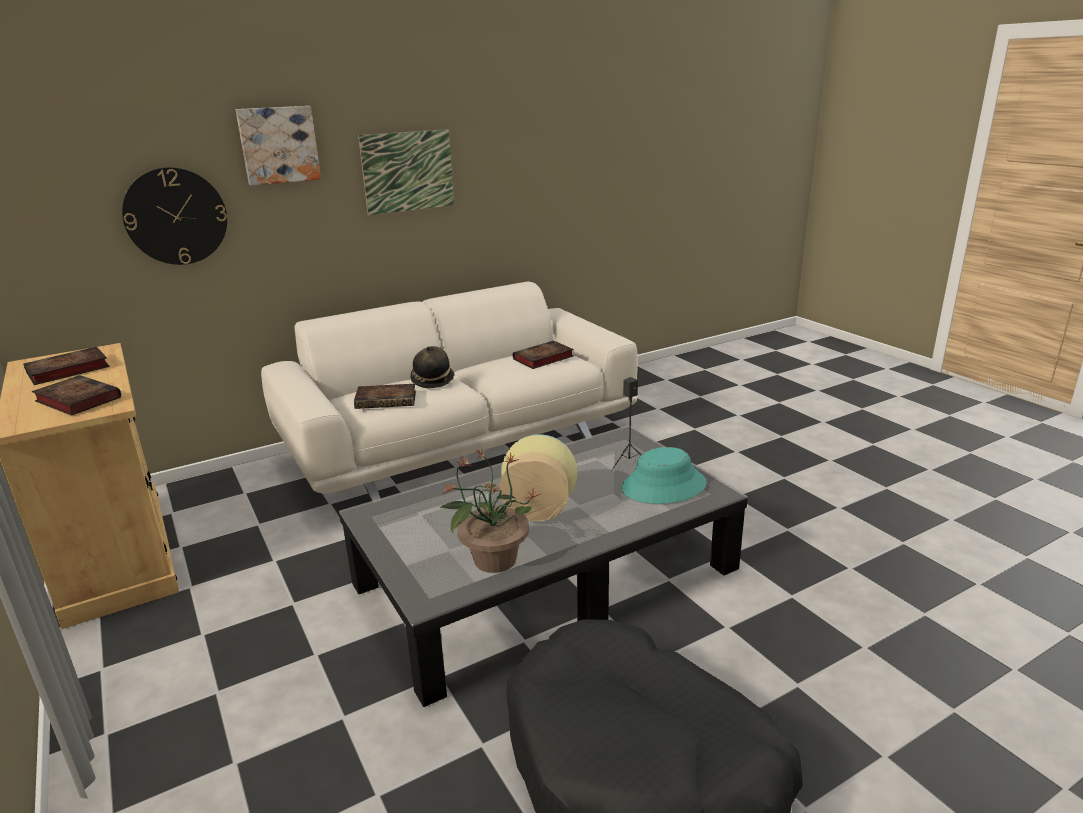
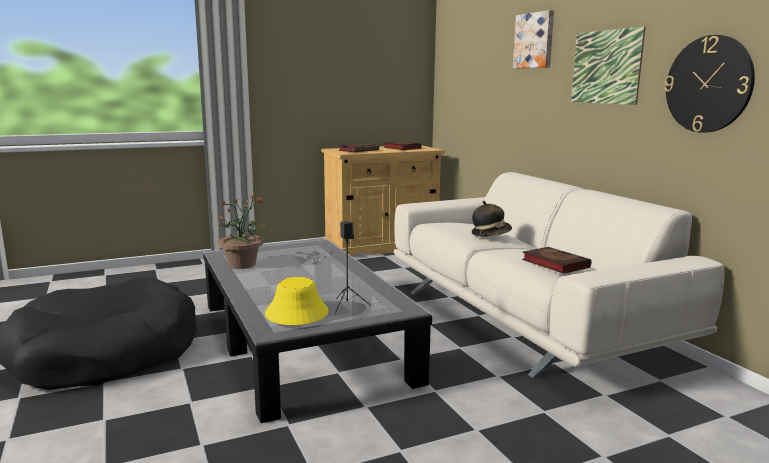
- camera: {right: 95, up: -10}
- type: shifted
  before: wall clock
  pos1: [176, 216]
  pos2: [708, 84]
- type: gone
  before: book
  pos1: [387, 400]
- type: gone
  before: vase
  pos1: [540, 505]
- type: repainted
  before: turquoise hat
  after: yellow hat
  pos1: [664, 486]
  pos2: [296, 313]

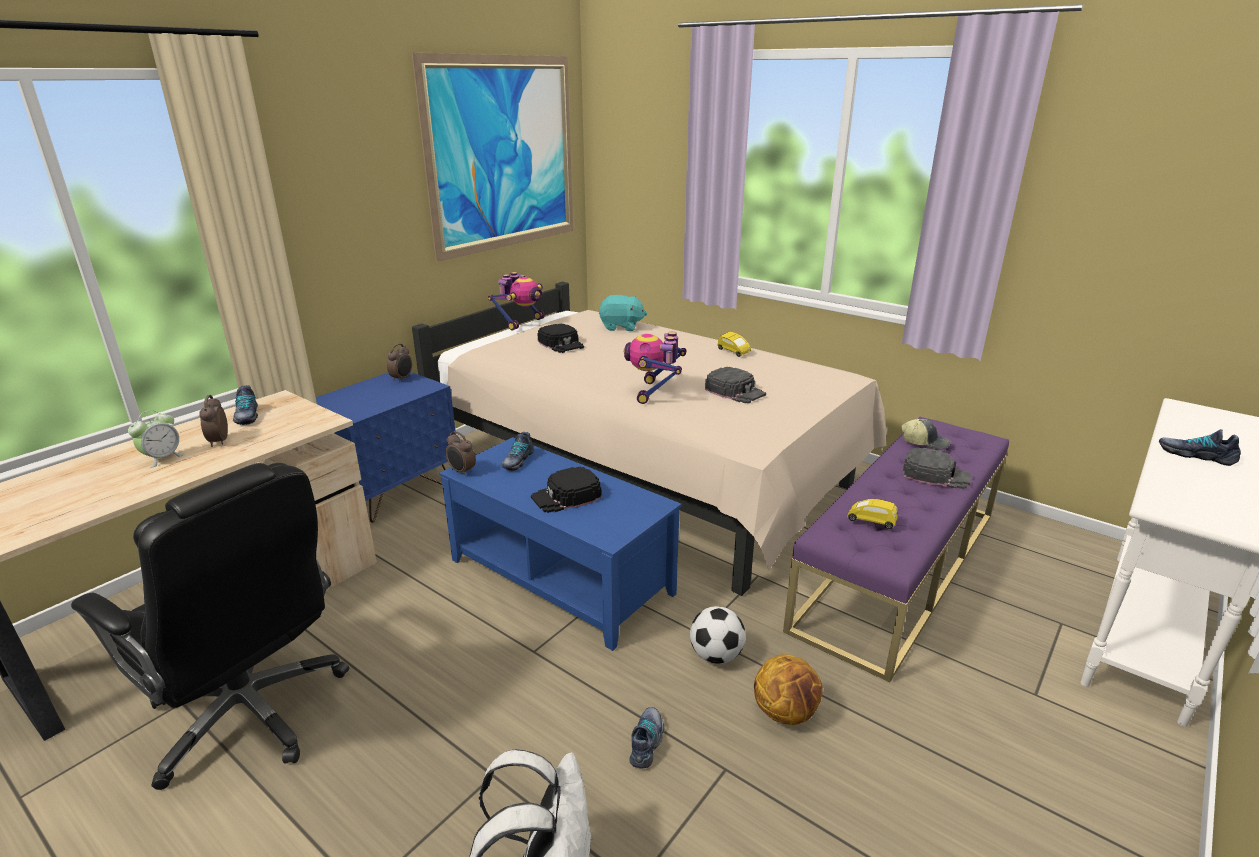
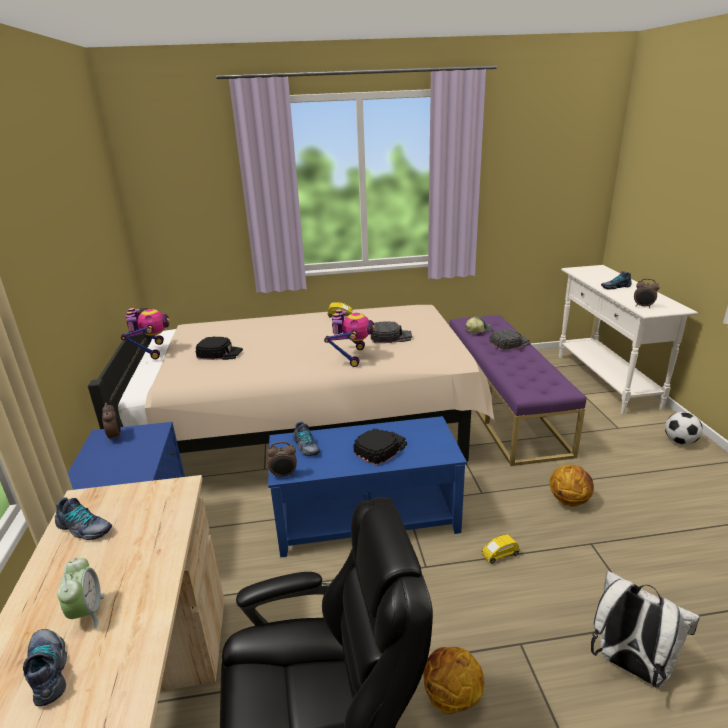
- camera: {right: -45, up: 0}
- type: shifted
  before: alarm clock
  pos1: [218, 442]
  pos2: [643, 306]
- type: gone
  before: picture
  pos1: [503, 154]
- type: rotated
  before: black cap
  pos1: [566, 496]
  pos2: [380, 448]
  turn: -150
- type: gone
  before: turquoise plush toy
  pos1: [621, 327]
- type: rotated
  before: toy robot
  pos1: [654, 392]
  pos2: [351, 356]
  turn: -135
- type: shifted
  before: shoe
  pos1: [647, 742]
  pos2: [49, 669]
- type: shifted
  before: football
  pos1: [716, 656]
  pos2: [680, 442]
- type: shifted
  before: yellow toy car
  pos1: [871, 522]
  pos2: [499, 555]
- type: new
  after: basketball
  pos2: [451, 697]

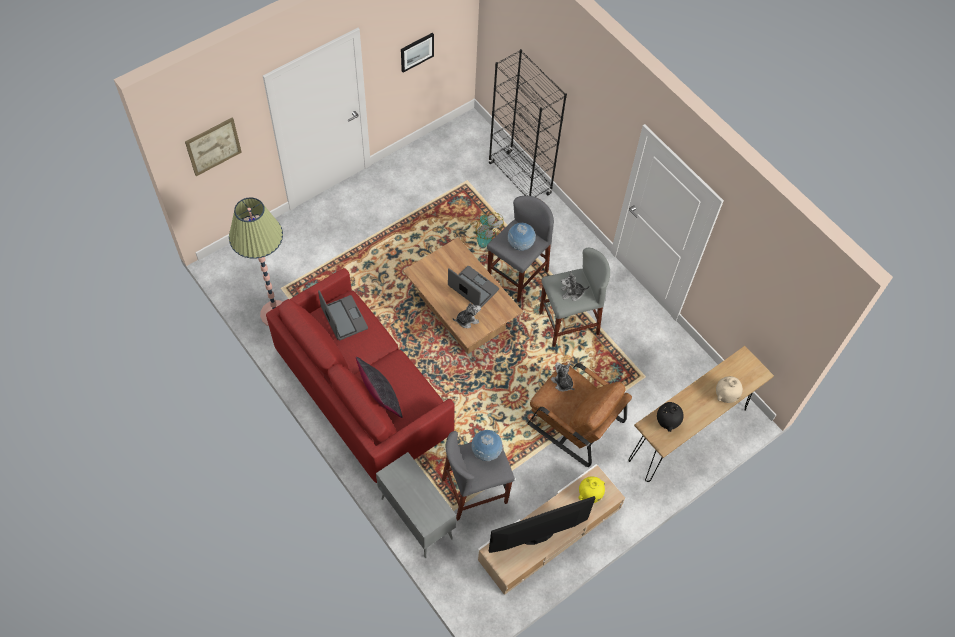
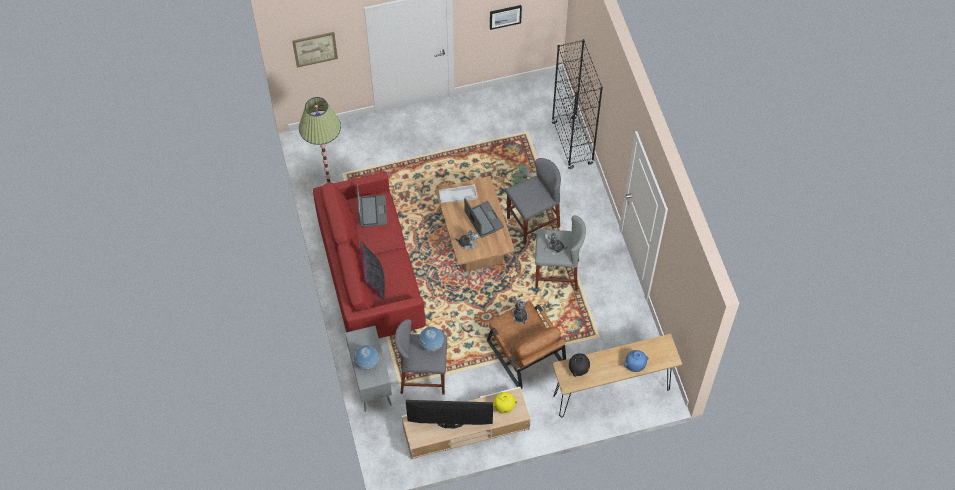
- camera: {right: 25, up: 0}
- type: shifted
  before: globe
  pos1: [520, 245]
  pos2: [367, 363]
- type: repainted
  before: beige vase
  after: blue vase
  pos1: [725, 396]
  pos2: [634, 366]
- type: new
  after: white tray
  pos2: [458, 195]

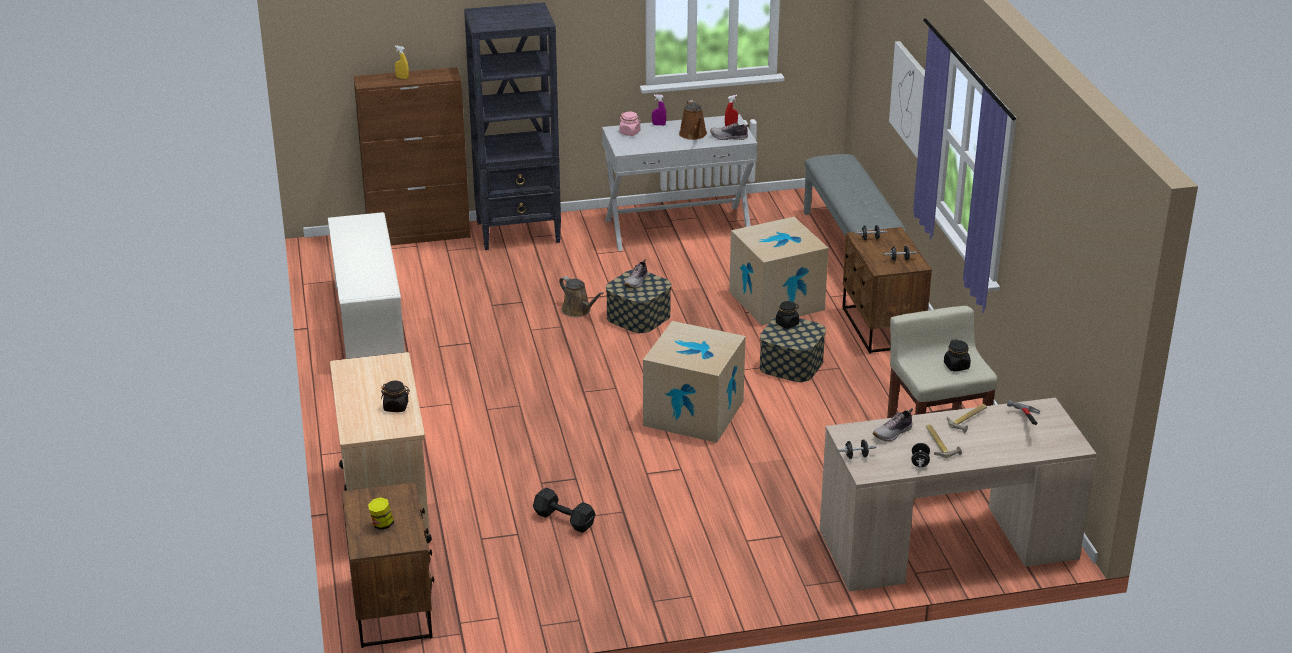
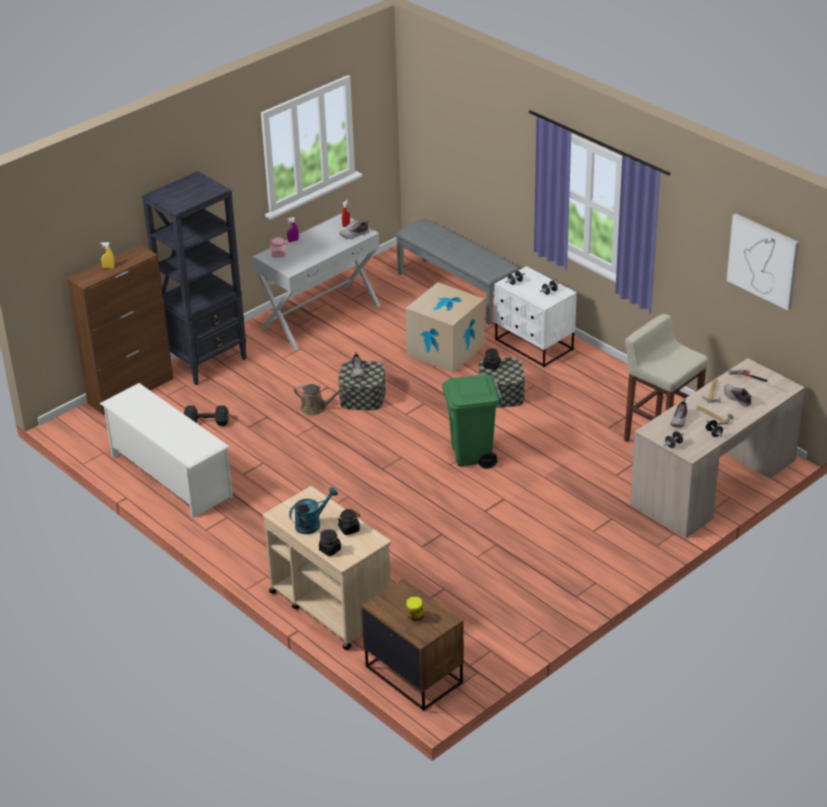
- camera: {right: -30, up: 5}
- type: shifted
  before: black dumbbell
  pos1: [563, 519]
  pos2: [206, 422]
- type: swapped
  before: cardboard box
  after: green trash can
  pos1: [693, 413]
  pos2: [472, 455]
- type: gone
  before: brown watering can
  pos1: [693, 135]
- type: repainted
  before: brown nightstand
  after: white nightstand
  pos1: [881, 328]
  pos2: [534, 345]
- type: shifted
  before: picture
  pos1: [911, 99]
  pos2: [763, 260]
- type: shifted
  before: black jar
  pos1: [956, 366]
  pos2: [330, 550]
- type: new
  after: turquoise watering can
  pos2: [312, 524]
- type: new
  after: shoe
  pos2: [737, 398]

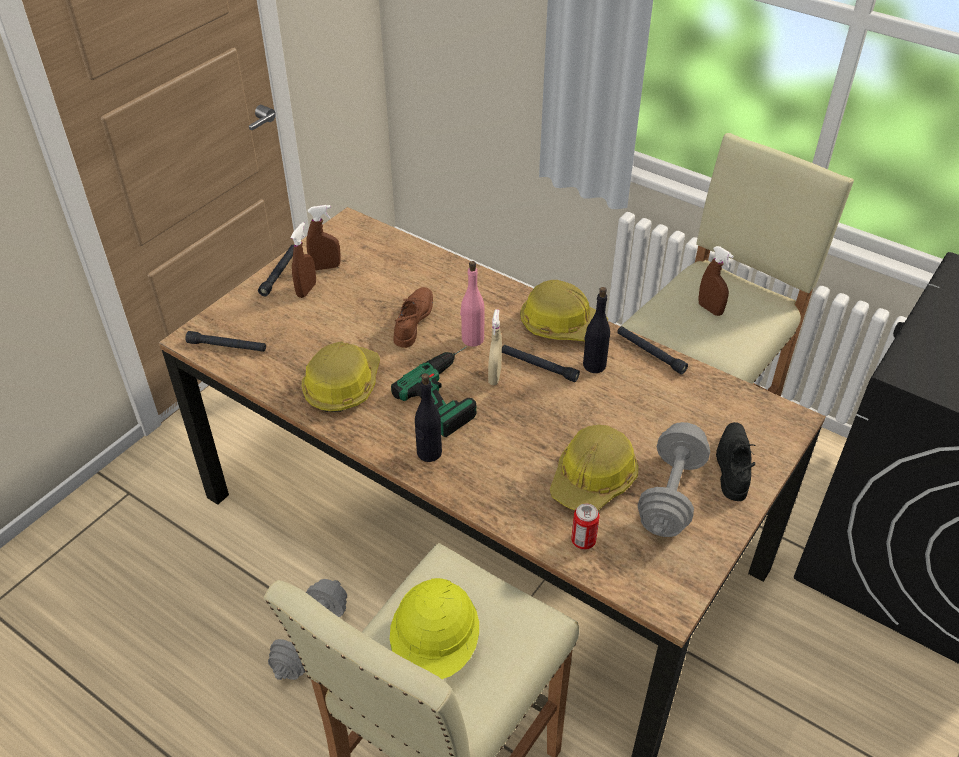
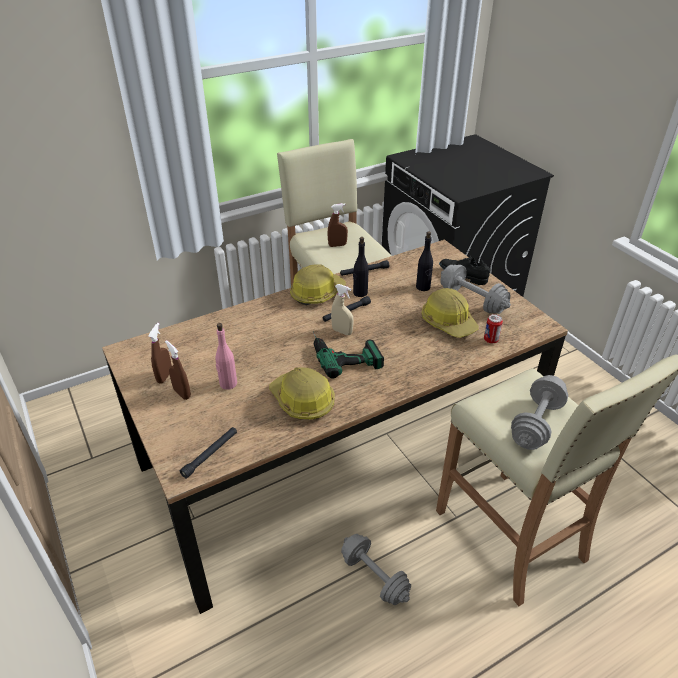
- camera: {right: -65, up: -5}
- type: gone
  before: black flashlight
  pos1: [279, 273]
- type: swapped
  before: yellow hard hat
  after: grey dumbbell
  pos1: [436, 645]
  pos2: [536, 424]
- type: gone
  before: brown shoe
  pos1: [413, 322]
- type: shifted
  before: black bottle
  pos1: [429, 453]
  pos2: [423, 287]
- type: shifted
  before: pink bottle
  pos1: [472, 339]
  pos2: [228, 384]

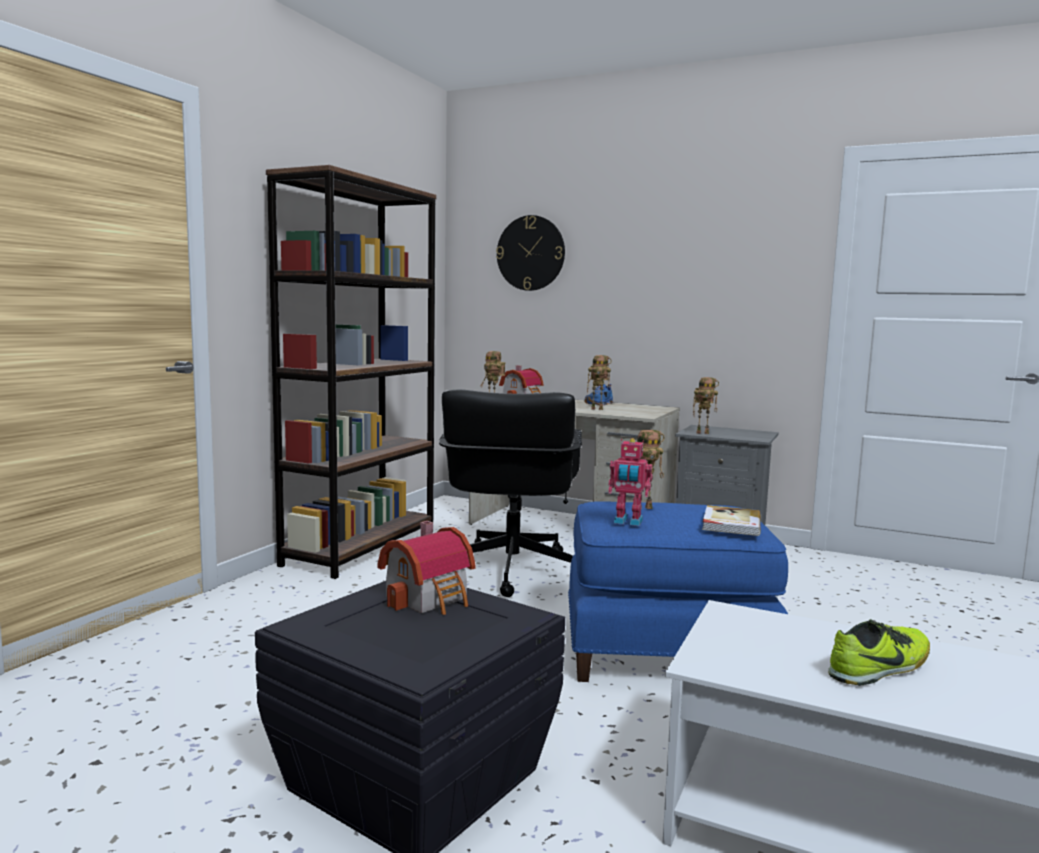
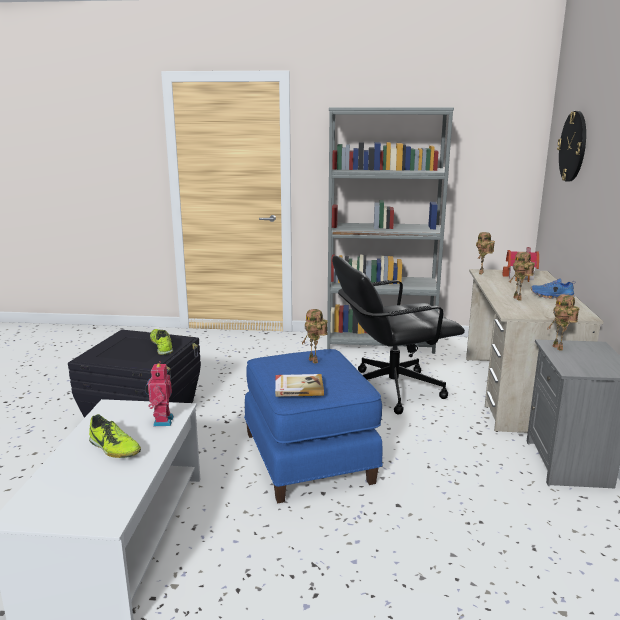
- camera: {right: 70, up: 10}
- type: repainted
  before: brown bookcase
  after: grey bookcase
  pos1: [361, 547]
  pos2: [380, 343]
- type: swapped
  before: toy house
  after: shoe
  pos1: [431, 598]
  pos2: [162, 346]
- type: shifted
  before: toy robot
  pos1: [628, 522]
  pos2: [161, 421]

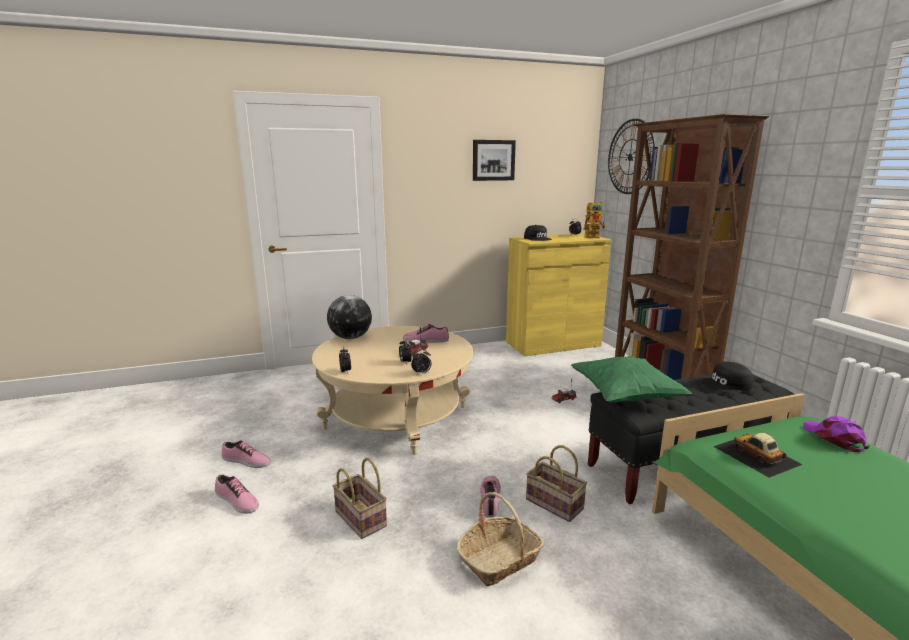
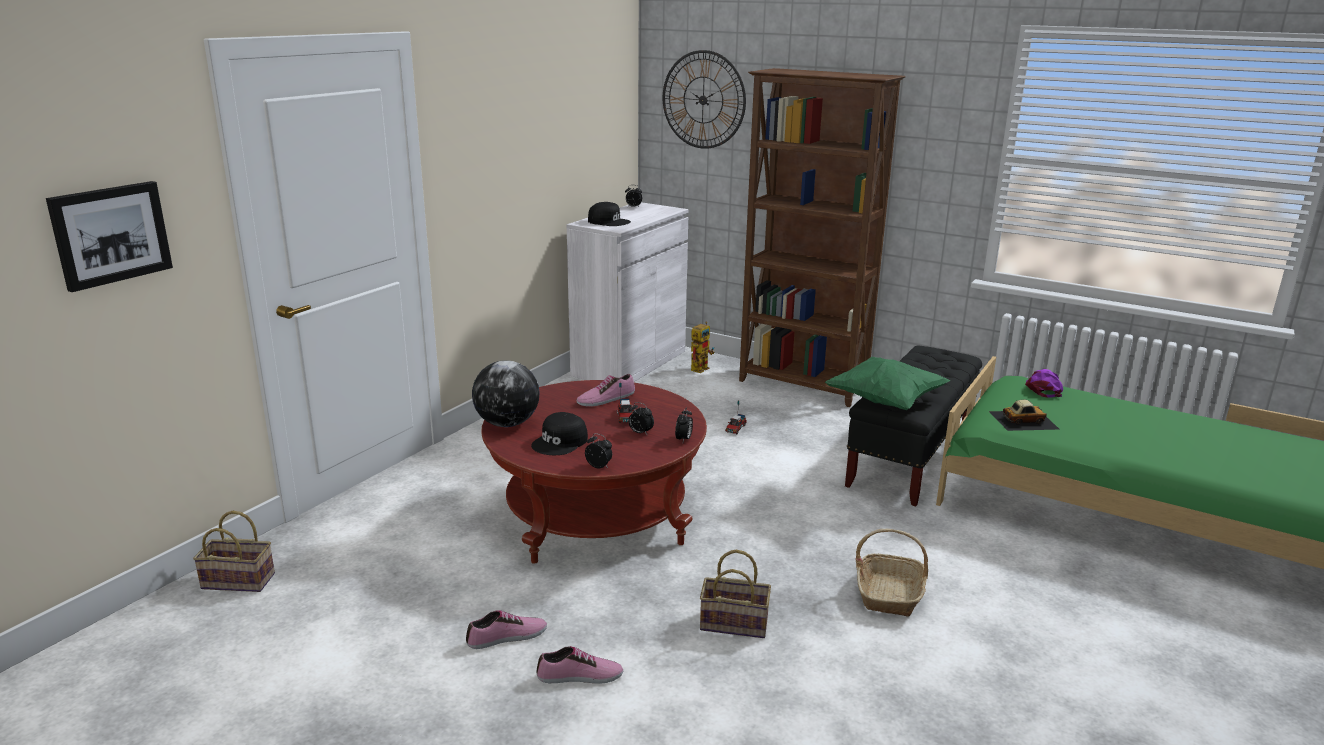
- camera: {right: -40, up: 5}
- type: repainted
  before: beige coffee table
  after: red coffee table
  pos1: [396, 417]
  pos2: [596, 514]
- type: shifted
  before: picture
  pos1: [493, 160]
  pos2: [110, 234]
- type: gone
  before: shoe
  pos1: [491, 498]
- type: repainted
  before: yellow cabinet
  after: white cabinet
  pos1: [553, 344]
  pos2: [629, 363]
- type: shifted
  before: basket
  pos1: [556, 504]
  pos2: [240, 580]
- type: shifted
  before: toy robot
  pos1: [594, 237]
  pos2: [700, 367]
- type: shifted
  before: black cap
  pos1: [727, 385]
  pos2: [560, 442]
- type: rotated
  before: toy car
  pos1: [756, 455]
  pos2: [1023, 420]
  turn: 150
- type: rotated
  before: purple cap
  pos1: [834, 438]
  pos2: [1043, 389]
  turn: 60

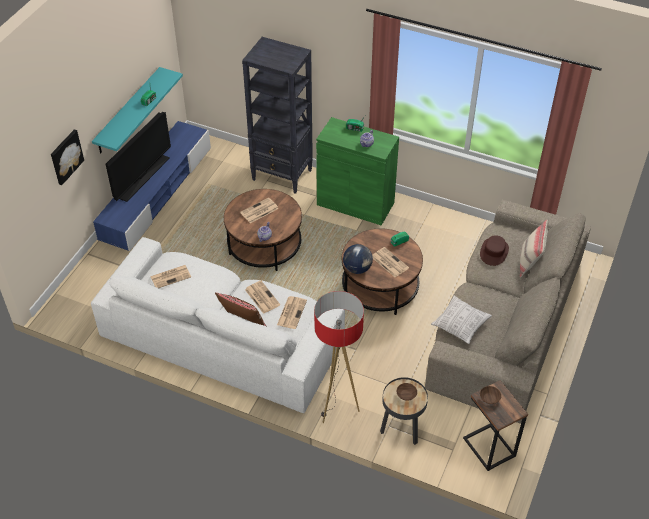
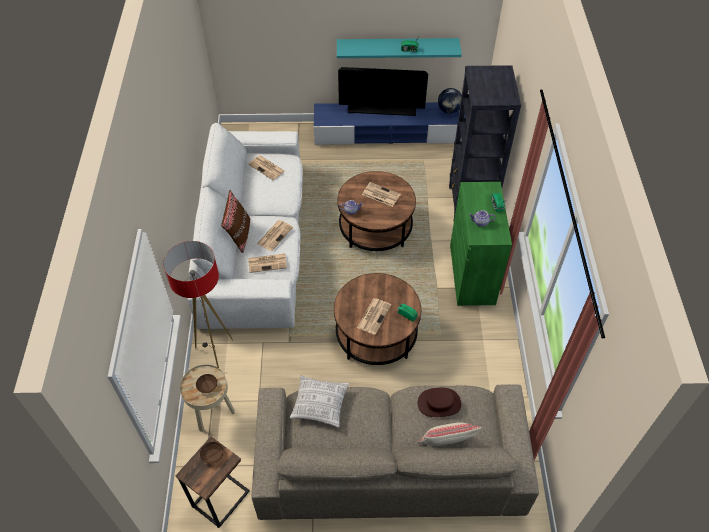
- camera: {right: 65, up: 5}
- type: gone
  before: picture
  pos1: [66, 156]
- type: shifted
  before: globe
  pos1: [357, 269]
  pos2: [449, 110]
- type: repainted
  before: black side table
  after: beige side table
  pos1: [401, 429]
  pos2: [212, 413]

